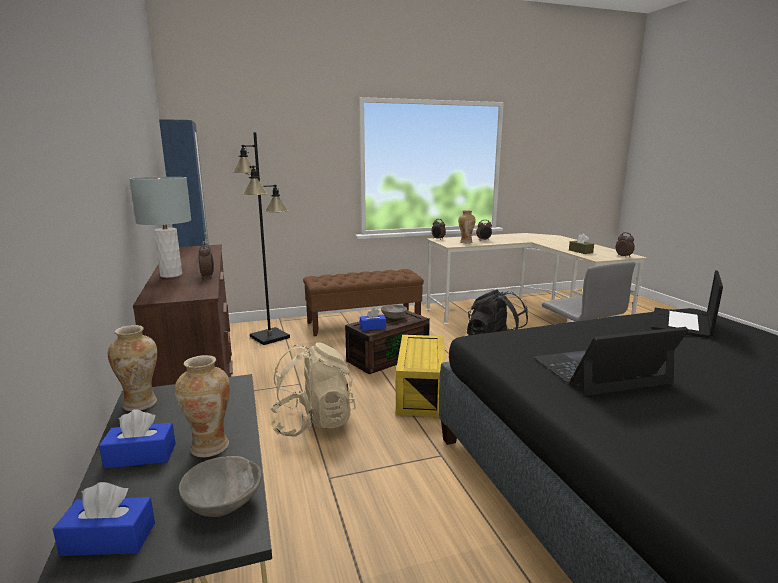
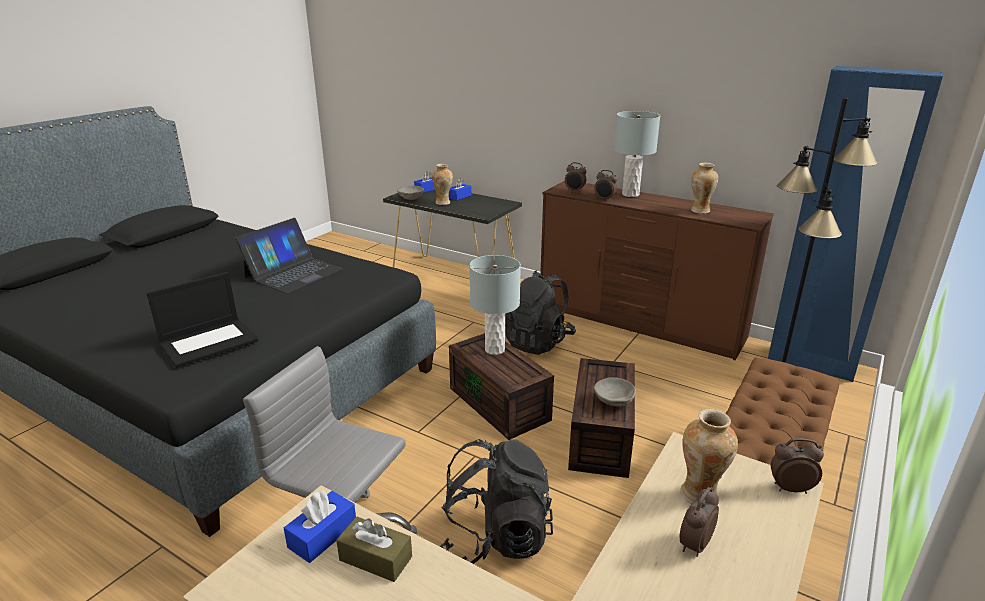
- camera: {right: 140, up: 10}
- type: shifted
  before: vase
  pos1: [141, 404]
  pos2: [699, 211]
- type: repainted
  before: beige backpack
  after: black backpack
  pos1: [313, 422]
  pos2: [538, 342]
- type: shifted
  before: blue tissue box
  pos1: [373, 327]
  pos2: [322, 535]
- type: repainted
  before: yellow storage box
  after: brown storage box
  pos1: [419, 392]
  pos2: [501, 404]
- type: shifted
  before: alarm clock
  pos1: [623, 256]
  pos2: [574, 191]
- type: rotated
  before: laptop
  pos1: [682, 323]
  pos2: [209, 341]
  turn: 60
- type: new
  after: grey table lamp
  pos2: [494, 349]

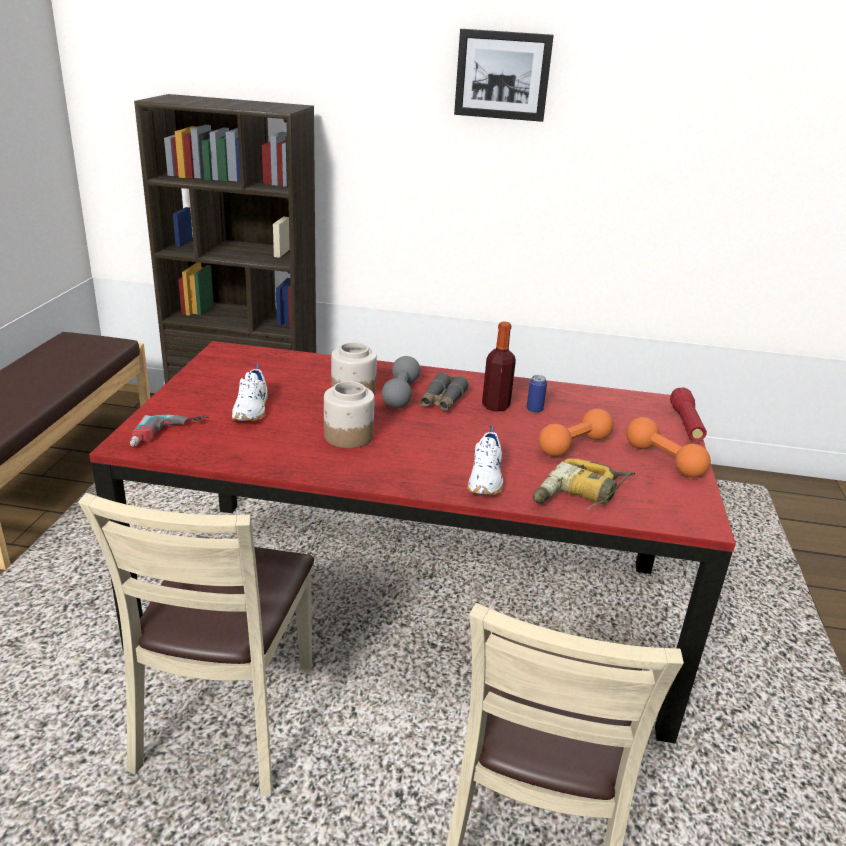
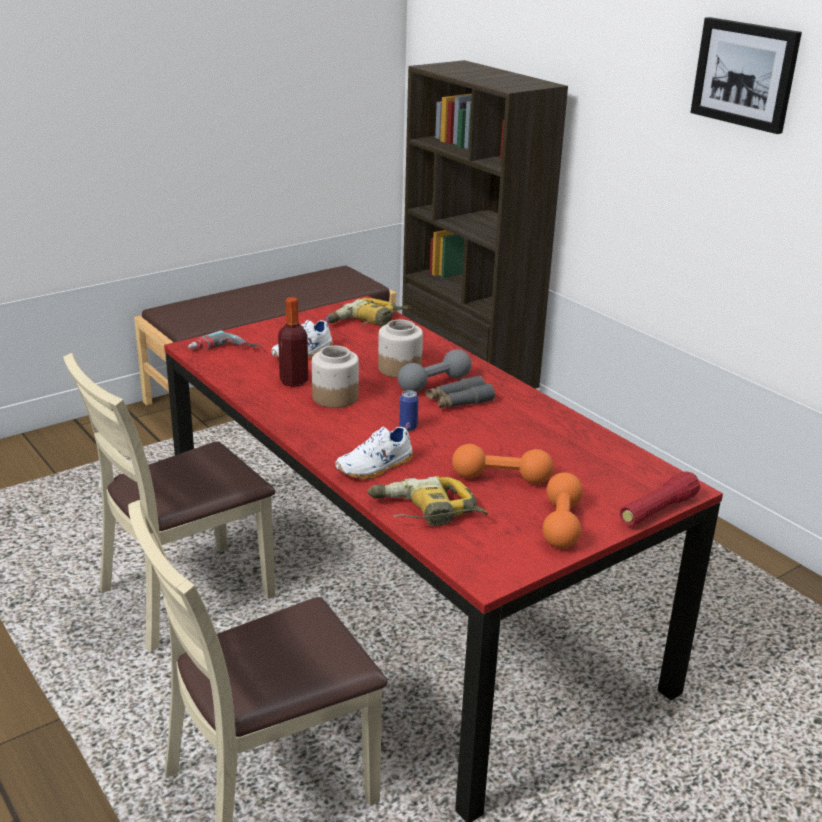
- camera: {right: 45, up: 0}
- type: shifted
  before: bottle
  pos1: [495, 406]
  pos2: [294, 381]
- type: shifted
  before: can
  pos1: [534, 409]
  pos2: [408, 427]
- type: new
  after: power drill
  pos2: [367, 321]

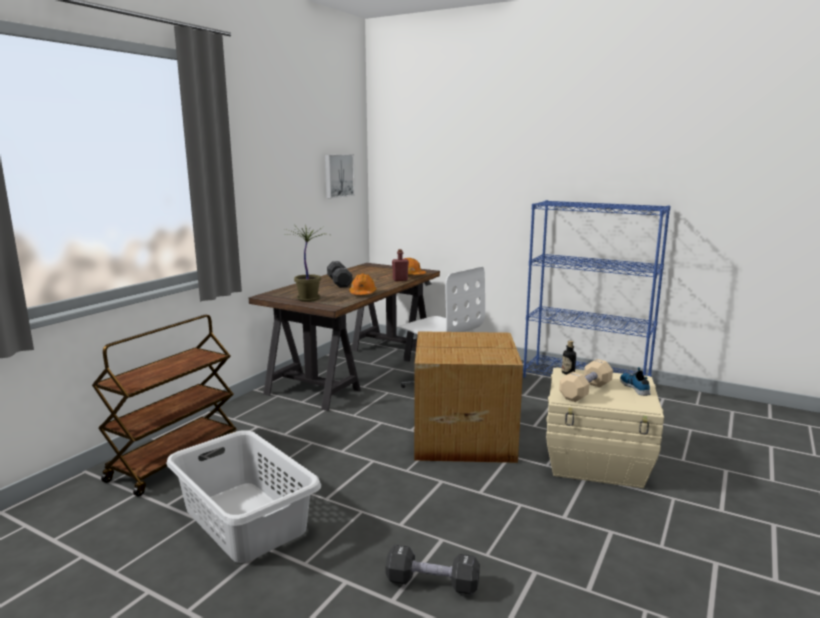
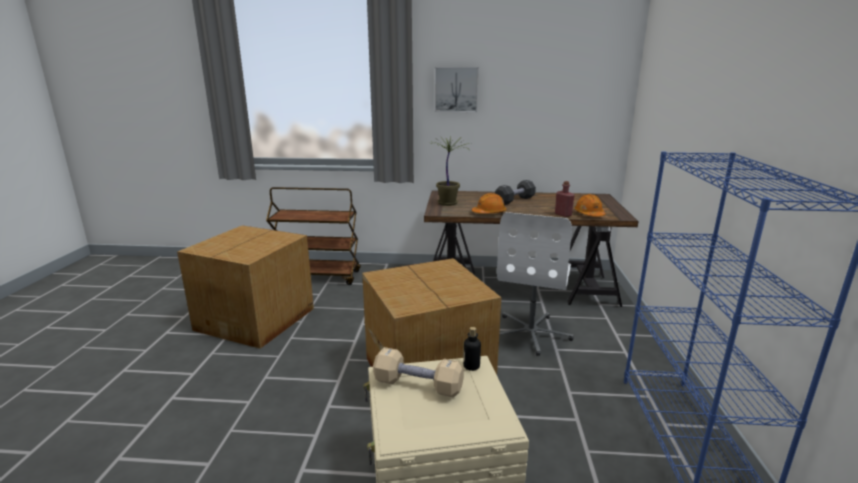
- camera: {right: 65, up: 5}
- type: swapped
  before: grey laundry basket
  after: cardboard box
  pos1: [245, 519]
  pos2: [257, 319]
- type: shifted
  before: picture
  pos1: [338, 175]
  pos2: [456, 89]
- type: gone
  before: black dumbbell
  pos1: [432, 583]
- type: gone
  before: shoe
  pos1: [635, 387]

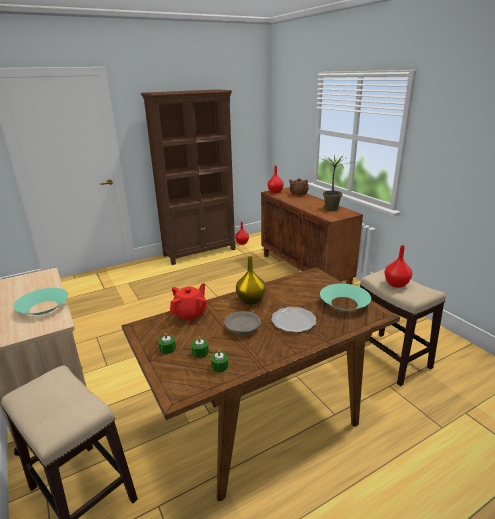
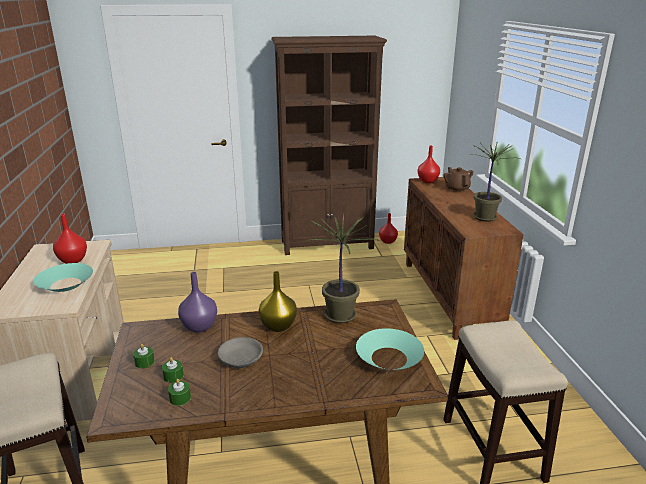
- camera: {right: 20, up: 0}
- type: swapped
  before: red teapot
  after: purple vase
  pos1: [190, 314]
  pos2: [199, 327]
- type: gone
  before: plate
  pos1: [293, 321]
- type: shifted
  before: red vase
  pos1: [396, 284]
  pos2: [72, 260]
- type: new
  after: potted plant
  pos2: [341, 316]

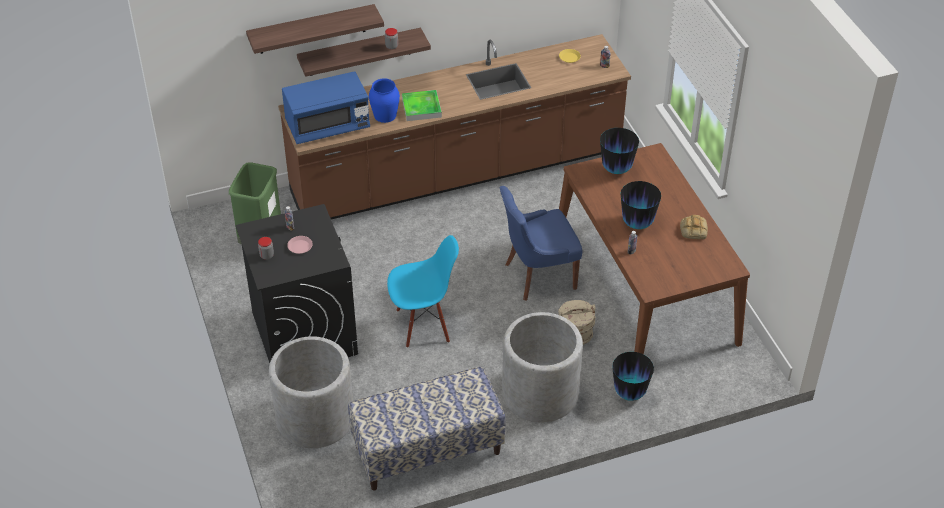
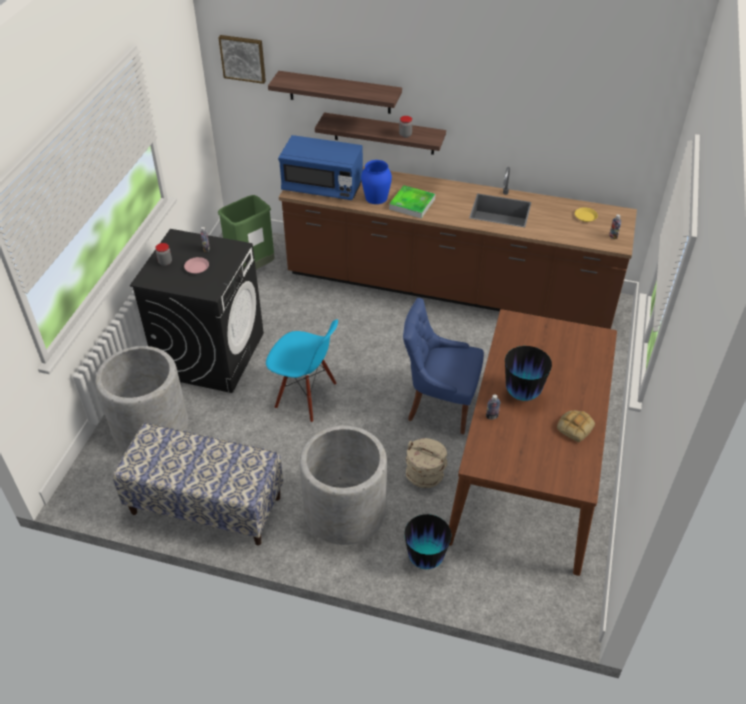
- camera: {right: 35, up: 0}
- type: gone
  before: vase
  pos1: [616, 169]
- type: new
  after: picture
  pos2: [243, 58]

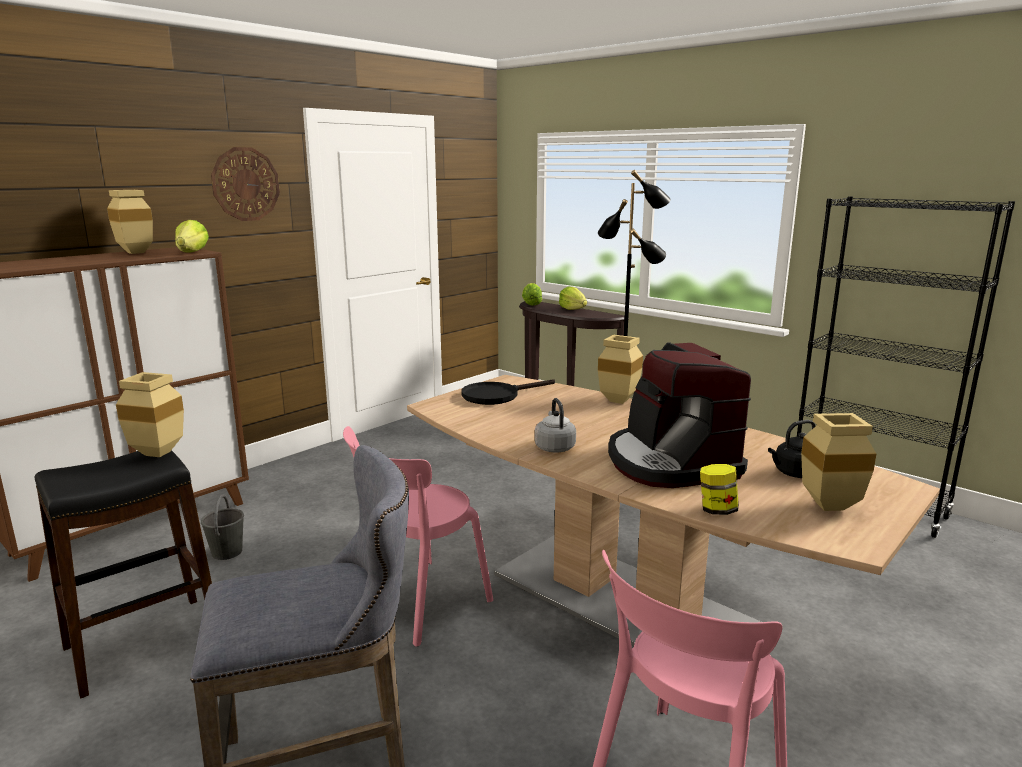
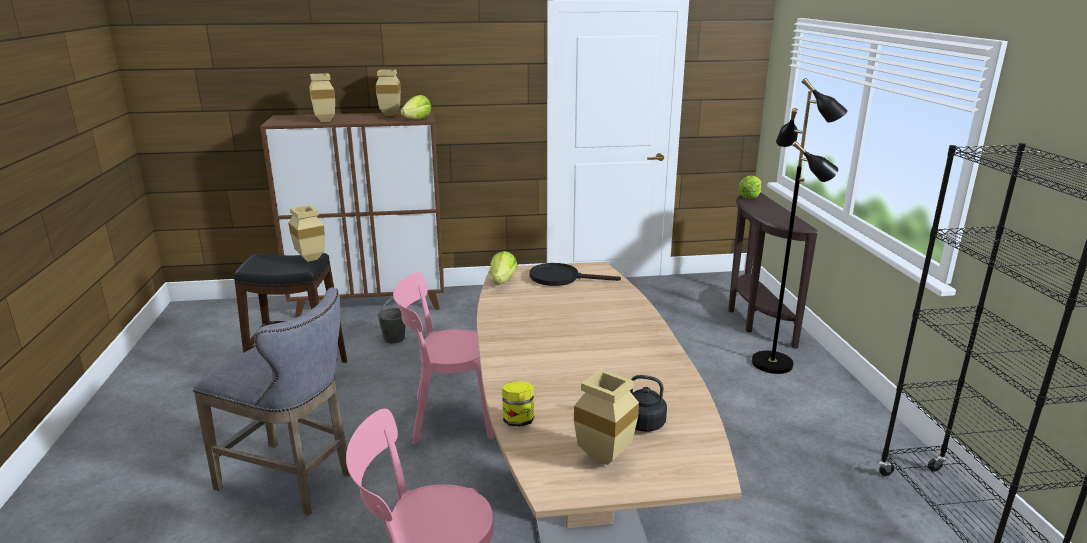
- camera: {right: 40, up: 5}
- type: gone
  before: wall clock
  pos1: [245, 184]
- type: gone
  before: grey kettle
  pos1: [554, 447]
- type: shifted
  before: lettuce
  pos1: [573, 309]
  pos2: [502, 281]
- type: shifted
  before: beige vase
  pos1: [621, 401]
  pos2: [326, 121]
- type: gone
  before: coffee machine
  pos1: [670, 462]

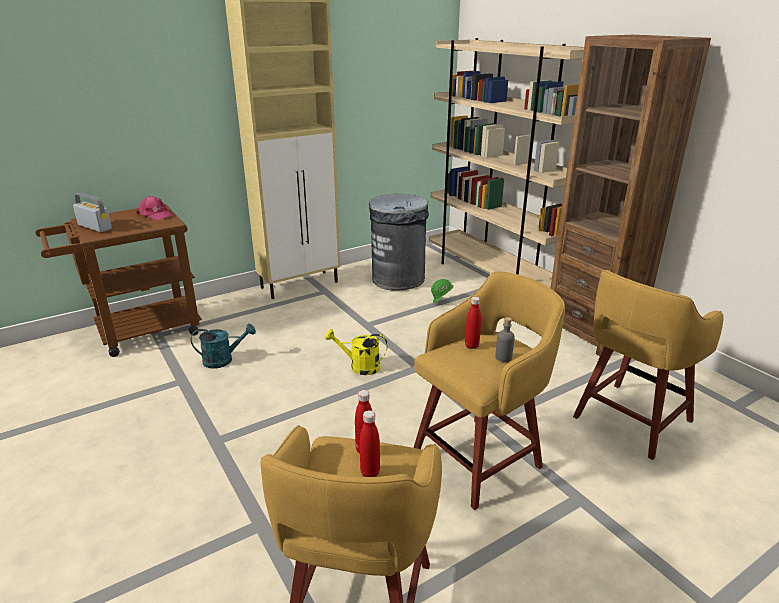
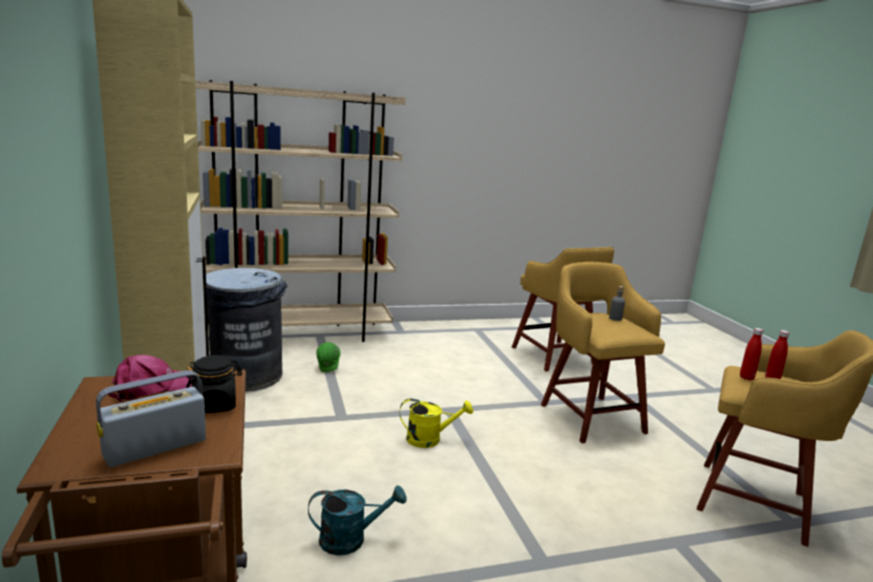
- camera: {right: -75, up: -10}
- type: rotated
  before: turquoise watering can
  pos1: [223, 360]
  pos2: [351, 539]
  turn: 75
- type: rotated
  before: yellow watering can
  pos1: [359, 366]
  pos2: [430, 439]
  turn: -120
- type: gone
  before: red bottle
  pos1: [471, 346]
- type: gone
  before: brown bookcase
  pos1: [592, 332]
- type: new
  after: black jar
  pos2: [215, 405]

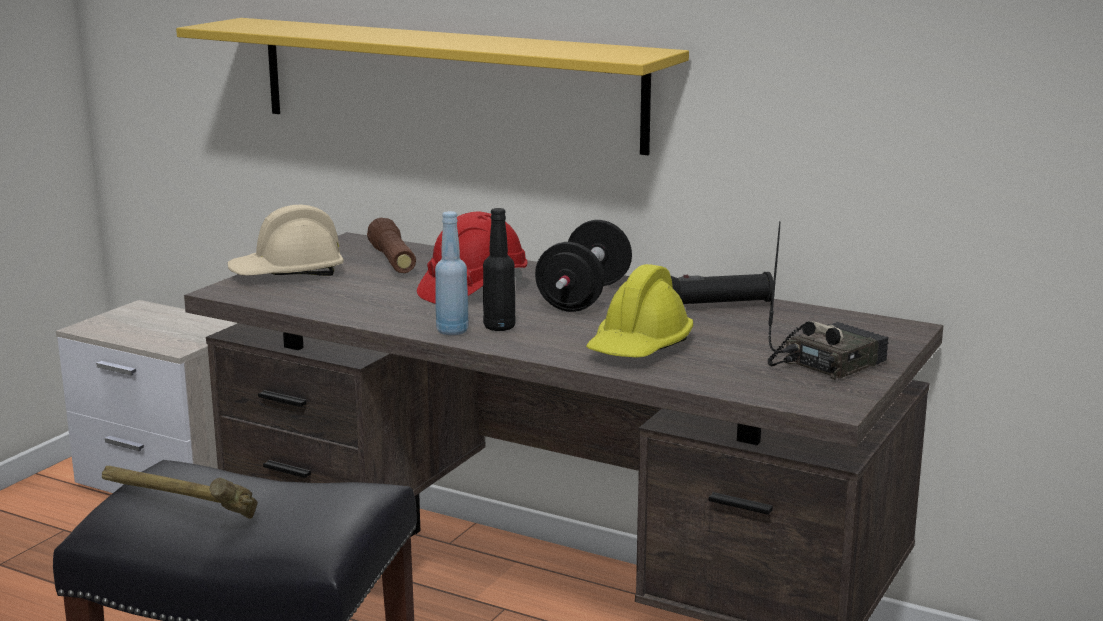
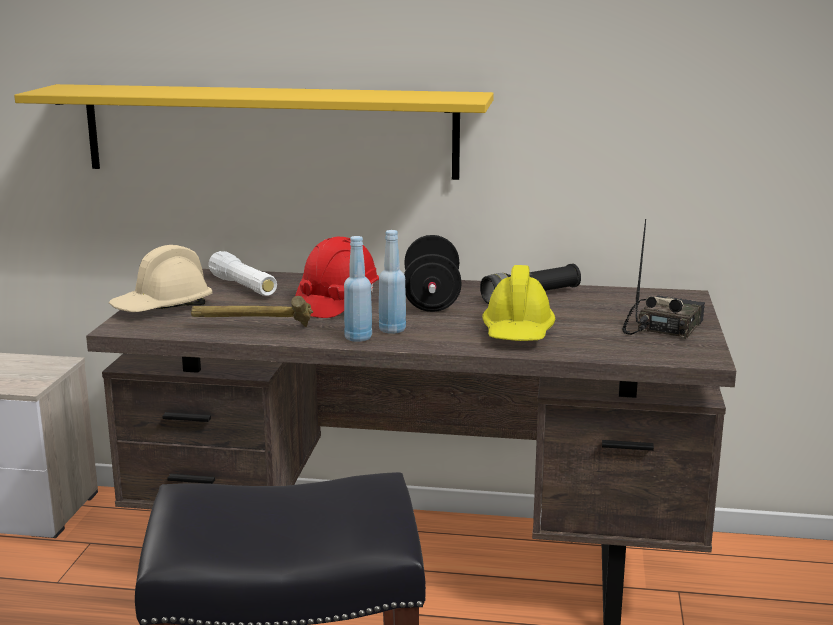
- camera: {right: -20, up: 0}
- type: shifted
  before: hammer
  pos1: [178, 511]
  pos2: [252, 329]
- type: repainted
  before: brown flashlight
  after: white flashlight
  pos1: [393, 261]
  pos2: [243, 287]
- type: repainted
  before: black bottle
  after: blue bottle
  pos1: [499, 327]
  pos2: [392, 330]

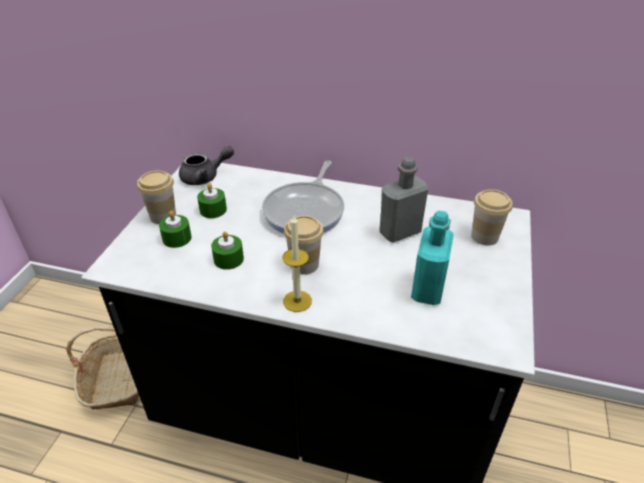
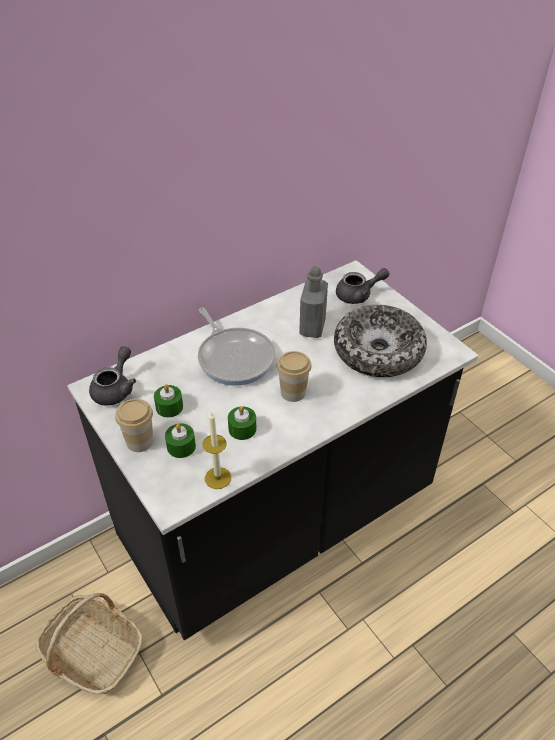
- camera: {right: -50, up: 5}
- type: shifted
  before: candle
  pos1: [297, 301]
  pos2: [218, 478]
- type: swapped
  before: turquoise bottle
  after: bowl
  pos1: [427, 290]
  pos2: [378, 351]
- type: swapped
  before: cup
  after: grey teapot
  pos1: [484, 236]
  pos2: [358, 295]

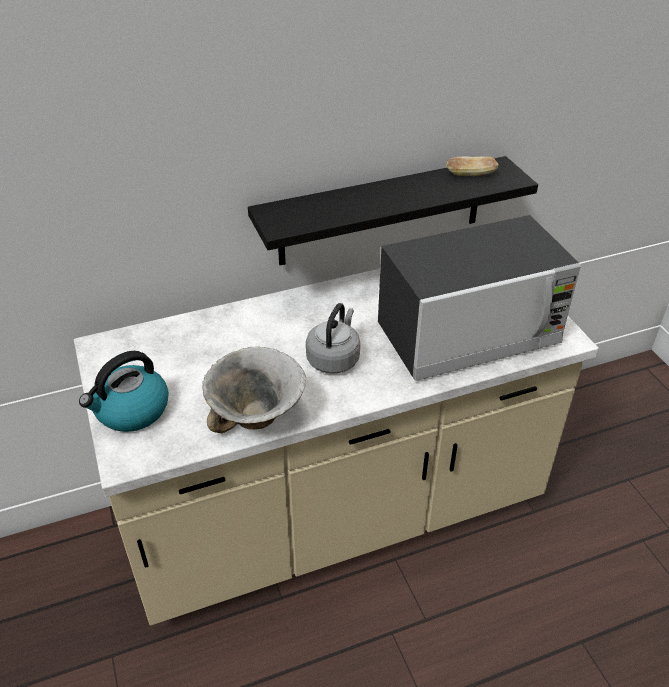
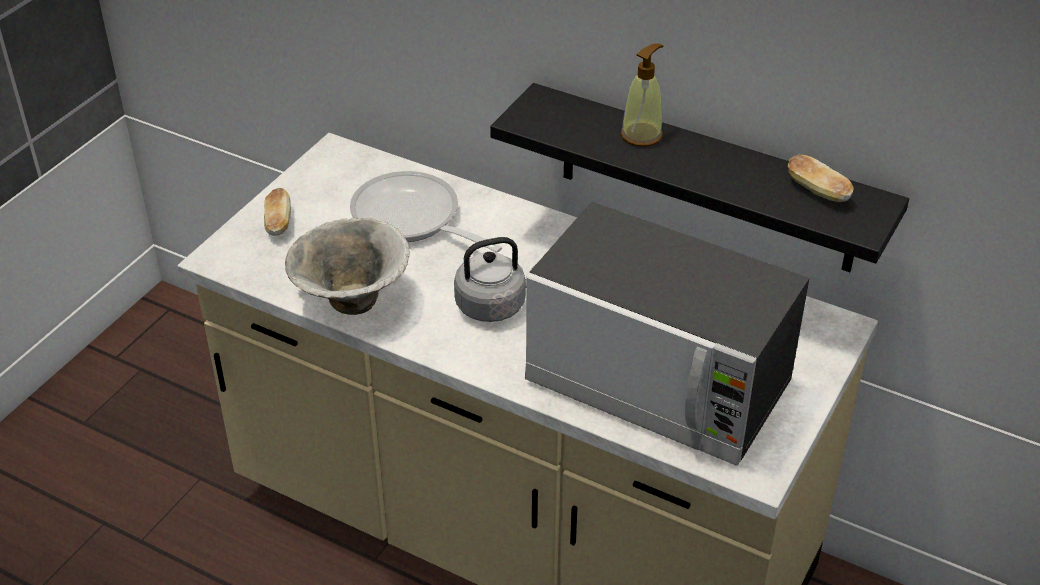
- camera: {right: 50, up: 0}
- type: swapped
  before: kettle
  after: bread
  pos1: [131, 411]
  pos2: [278, 223]
- type: new
  after: frying pan
  pos2: [412, 220]
- type: new
  after: soap dispenser
  pos2: [641, 135]

